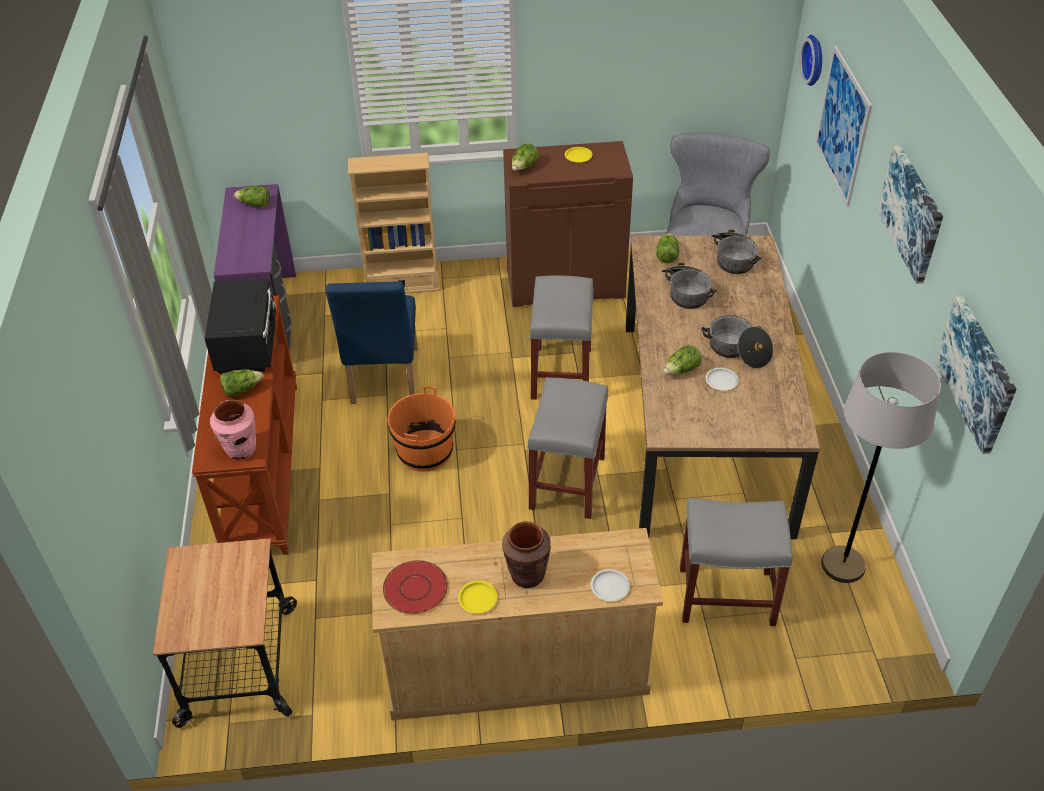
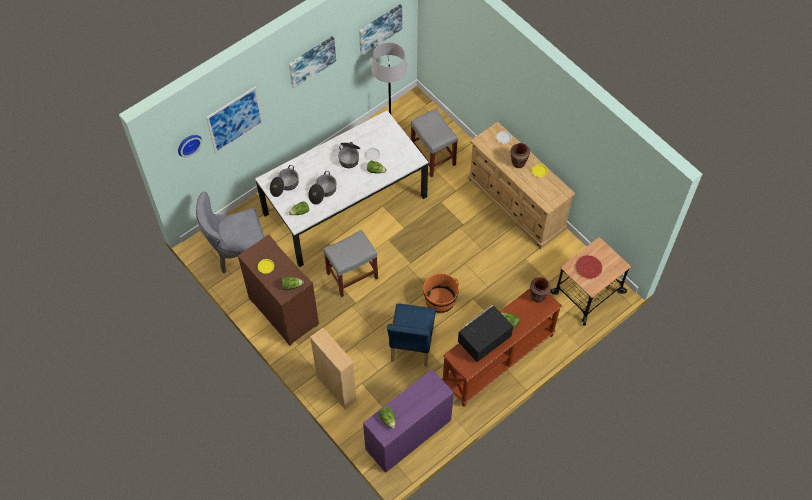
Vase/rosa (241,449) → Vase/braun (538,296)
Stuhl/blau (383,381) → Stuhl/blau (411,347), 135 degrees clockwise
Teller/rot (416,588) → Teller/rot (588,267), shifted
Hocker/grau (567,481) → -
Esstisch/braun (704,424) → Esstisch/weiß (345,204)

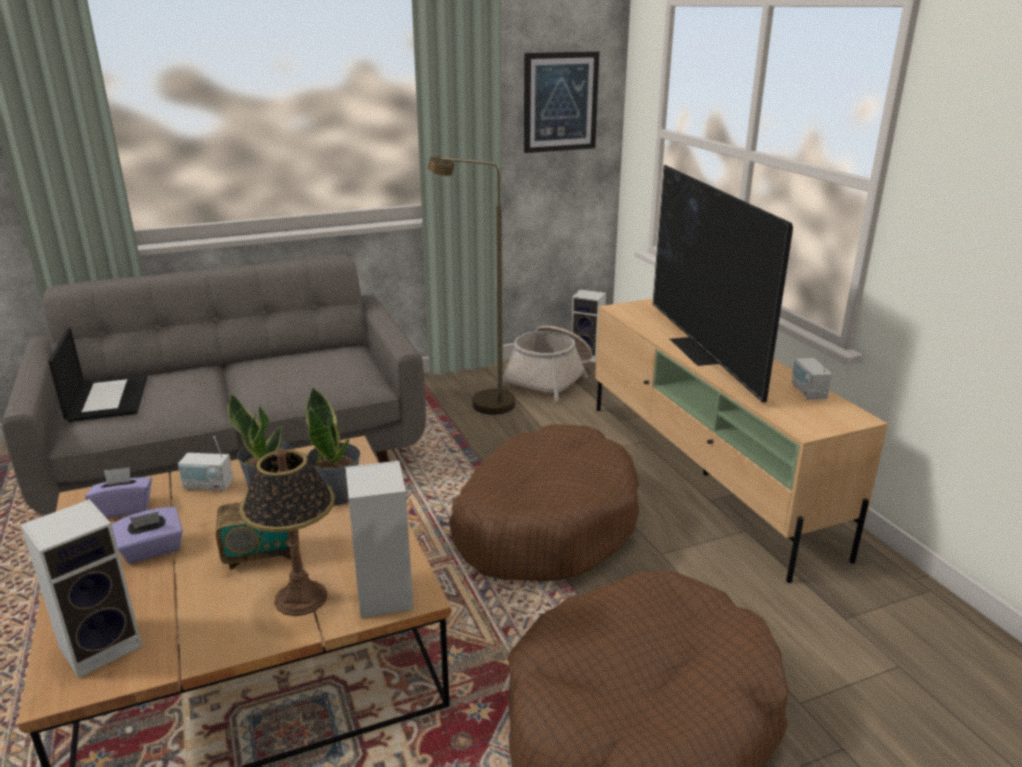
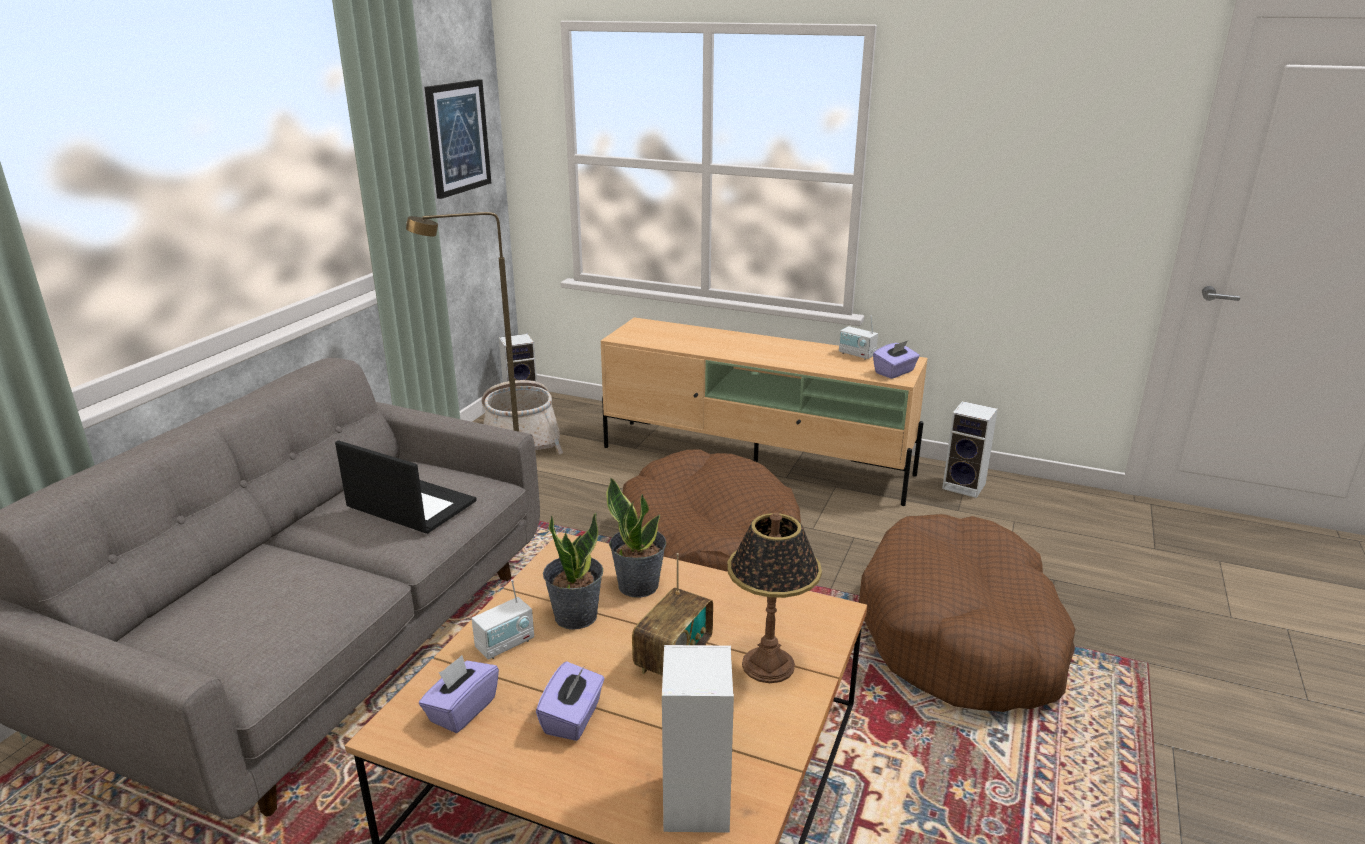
Laptop (107,398) → Laptop (409,505), shifted
Lautsprecher (386,596) → Lautsprecher (965,486), shifted
Fernseher (702,350) → -
- → Taschentuchbox/lila (894,372)

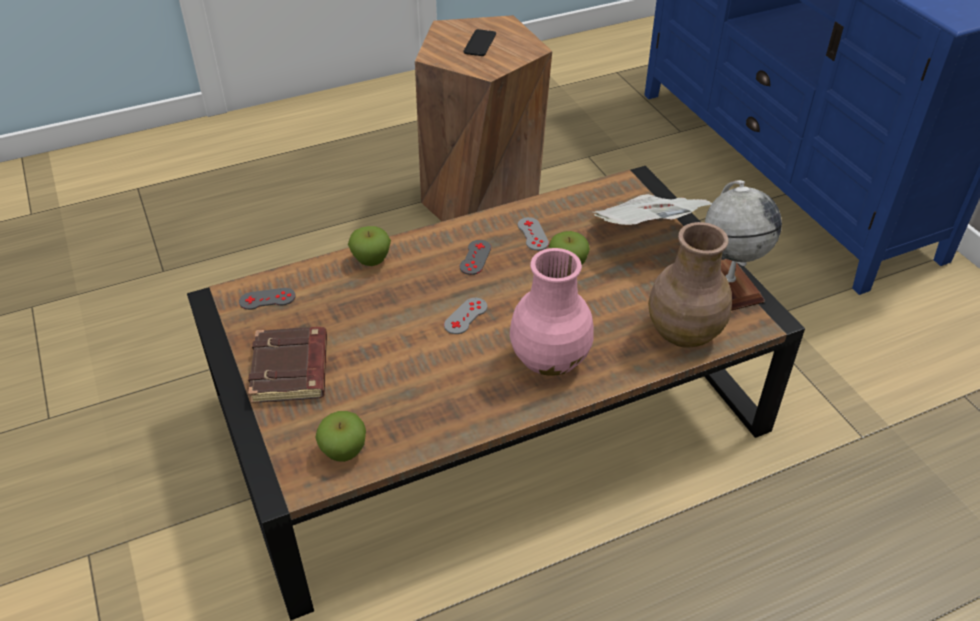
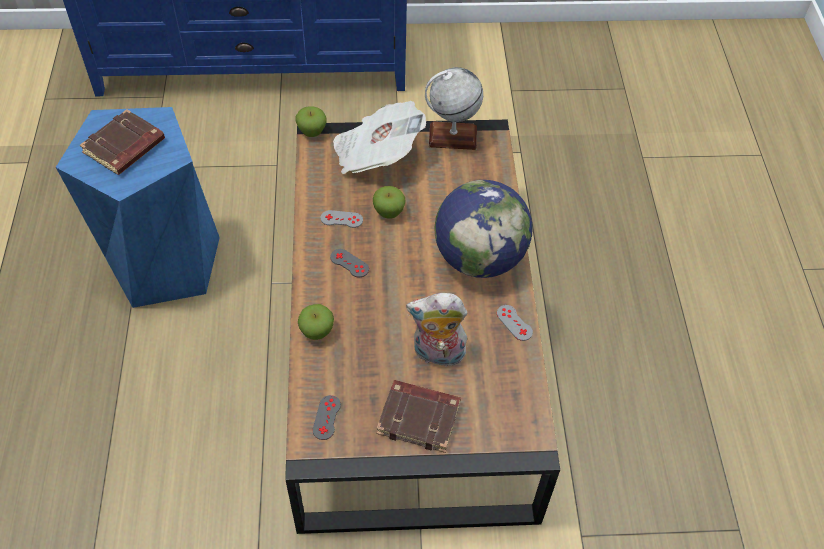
Apfel (344,452) → Apfel (312,132), shifted
Hocker/braun (483,202) → Hocker/blau (164,262)
Gamepad/grau (466,316) → Gamepad/grau (514,323), shifted
Handy (480,43) → Buch/braun (124,148)
Vase/rosa (548,361) → Globus (479,258)
Vase/braun (683,332) → -
- → Plüschtier (437,354)

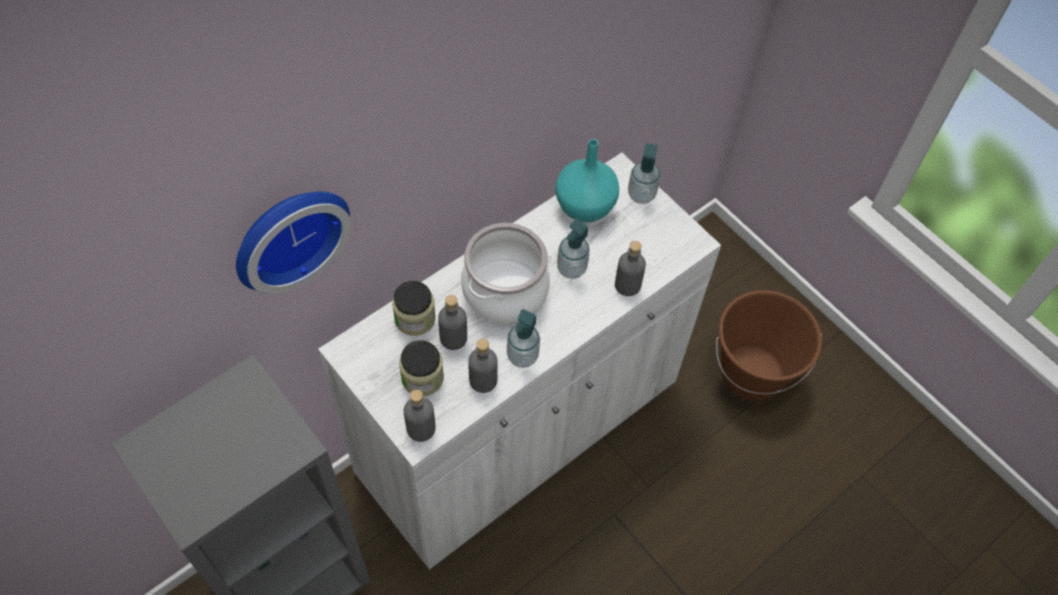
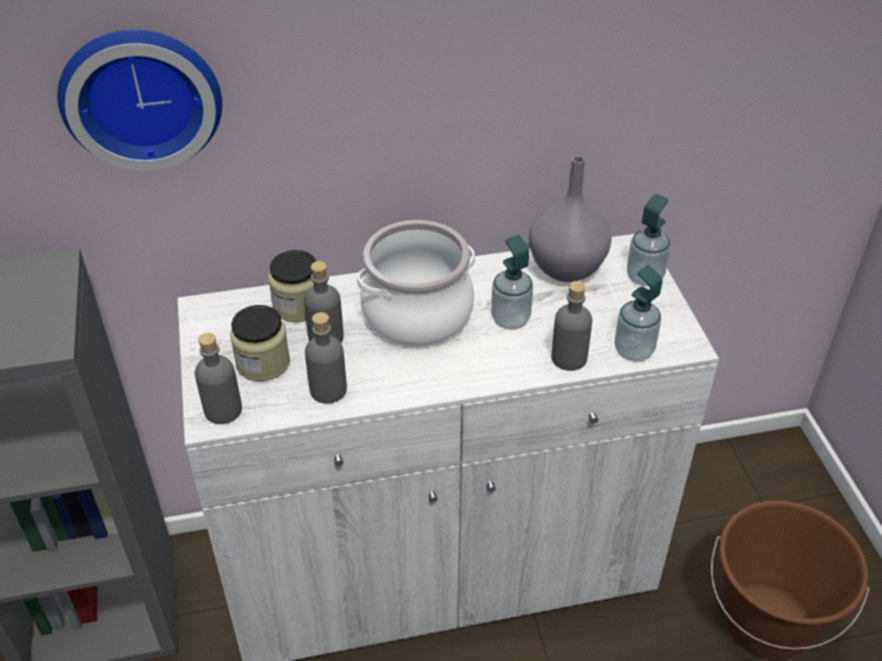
Seifenspender (522,356) → Seifenspender (633,351), shifted
Vase/türkis (584,206) → Vase/grau (566,267)

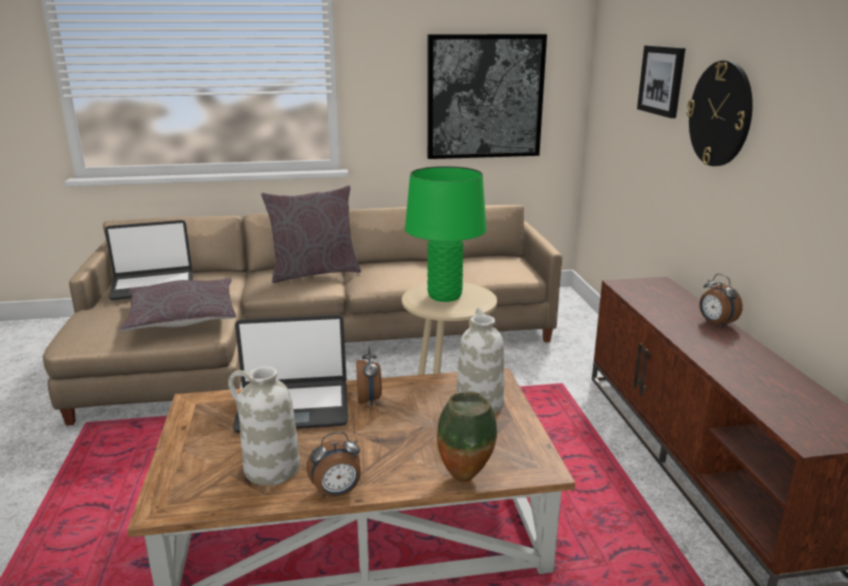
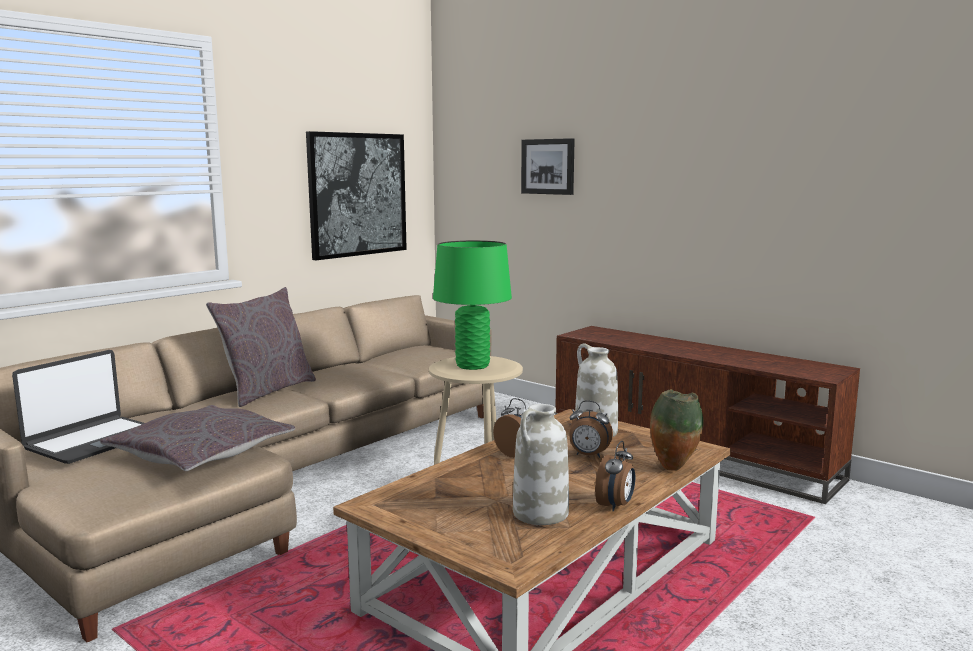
Laptop (293,407) → -
Wanduhr (720,114) → -
Wecker (715,323) → Wecker (588,455), shifted

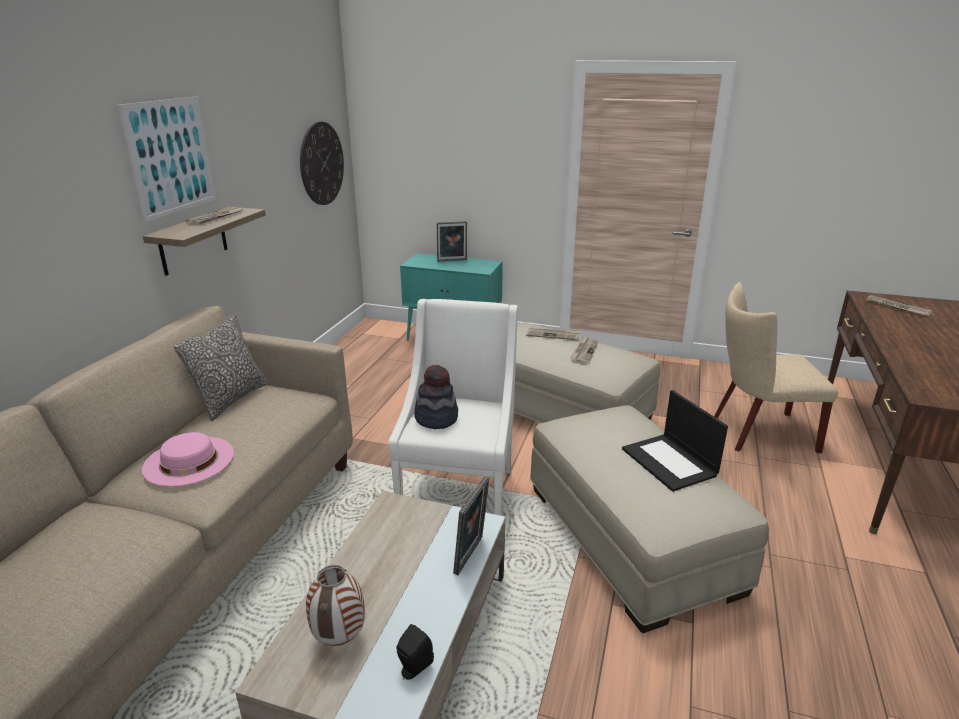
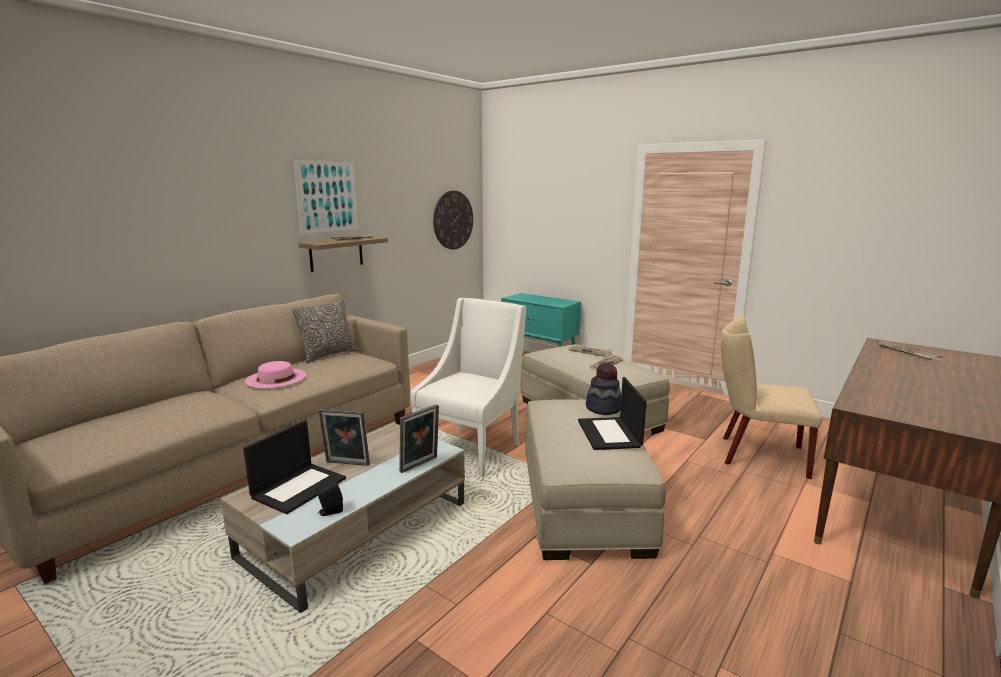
Vase (339,638) → Laptop (299,487)
Hut (436,418) → Hut (603,408), shifted
Bilderrahmen (452,260) → Bilderrahmen (346,464), shifted

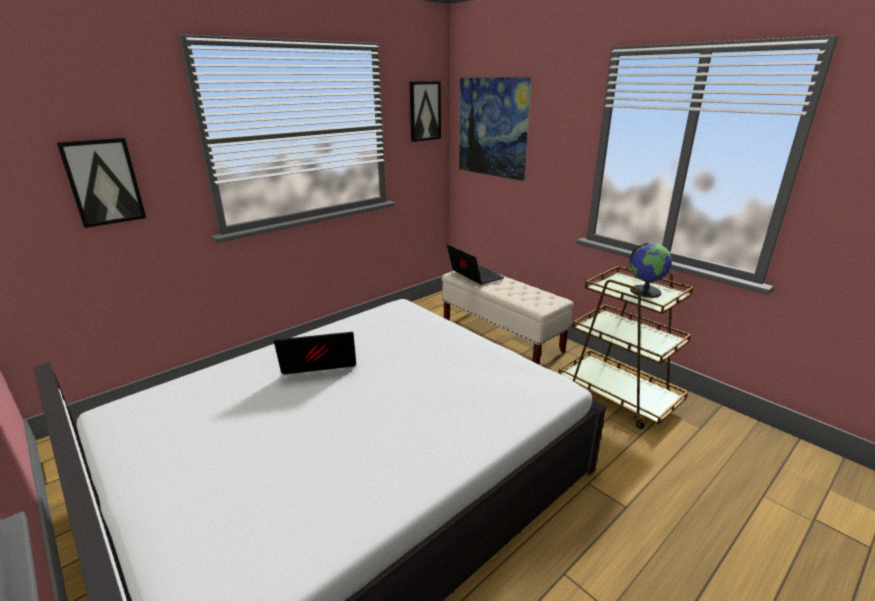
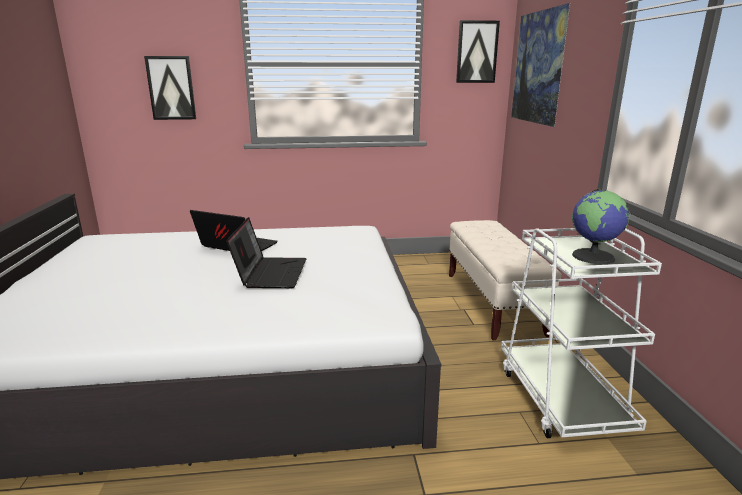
Laptop (474,275) → Laptop (270,273), shifted
Rollwagen/braun (618,396) → Rollwagen/weiß (561,398)

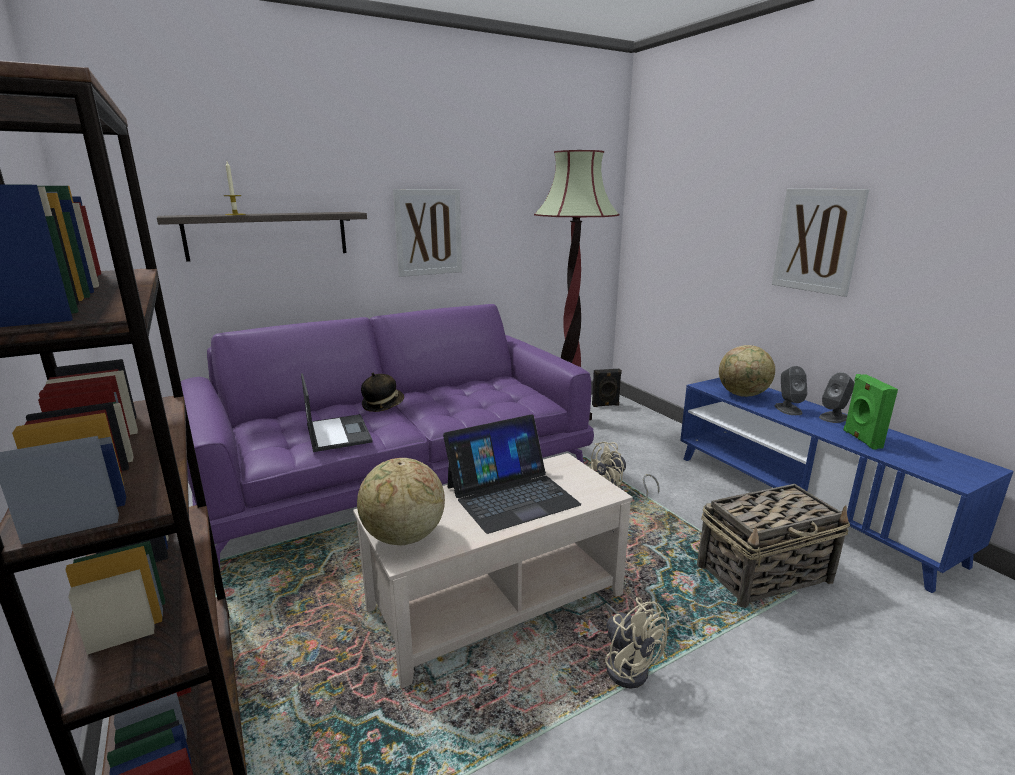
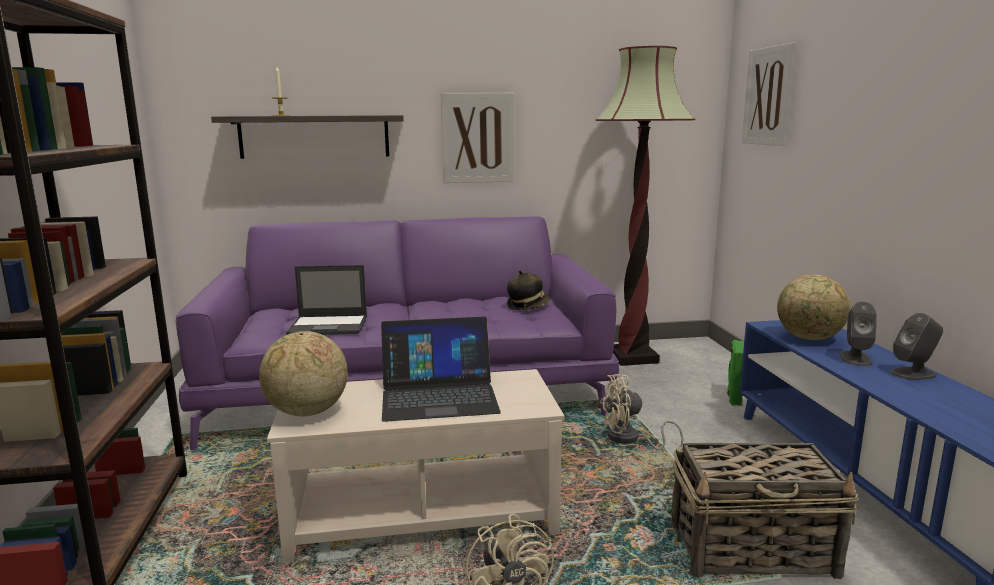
Laptop (338,433) → Laptop (329,326), 90 degrees clockwise
Hut (383,405) → Hut (528,306), shifted
Lautsprecher/schwarz (605,405) → -
Bild (817,241) → Bild (768,96), shifted
Lautsprecher/grün (861,439) → Lautsprecher/grün (733,397), shifted

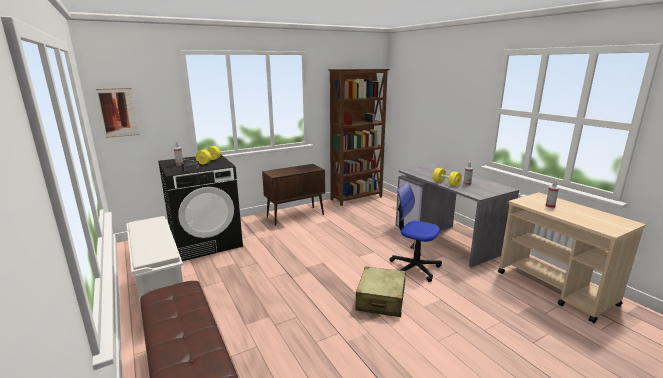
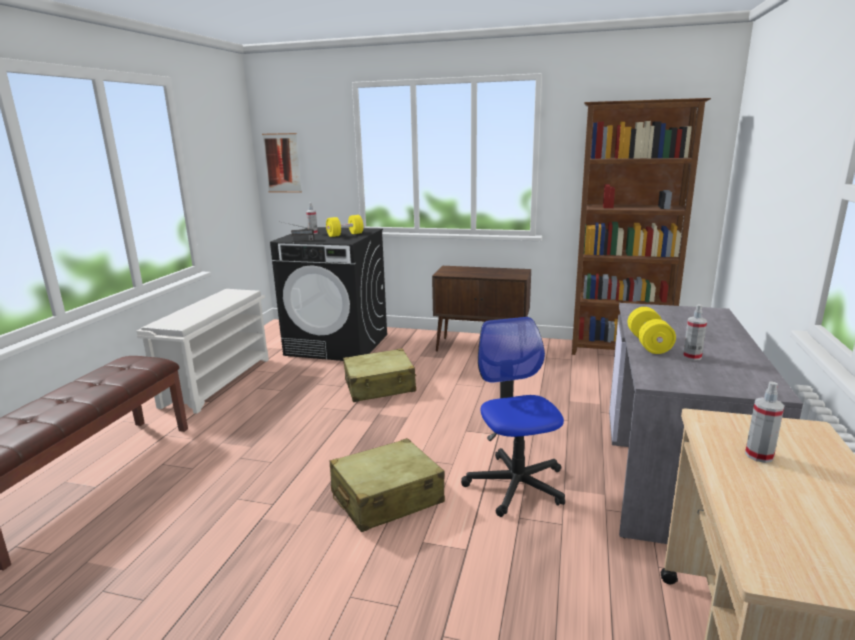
- → Koffer/beige (380,386)

